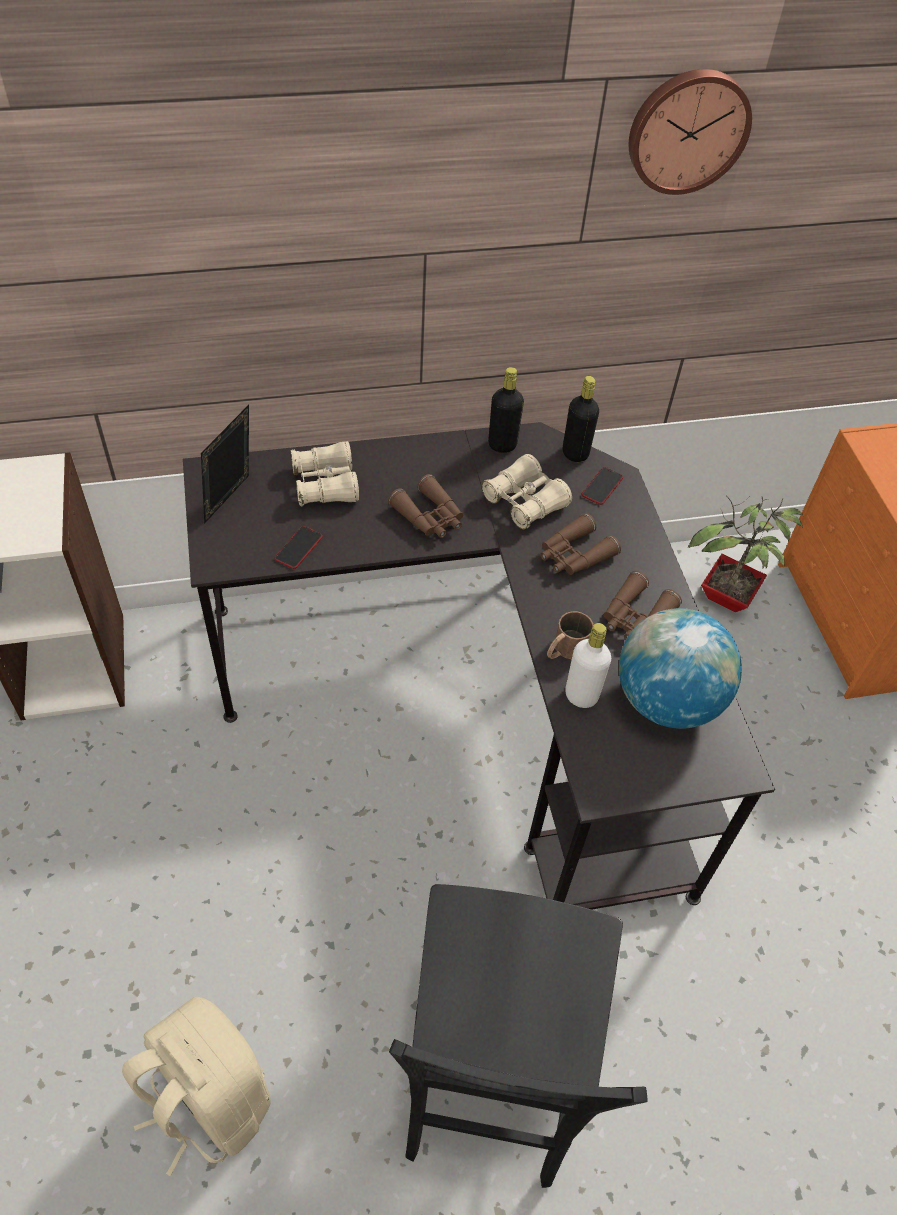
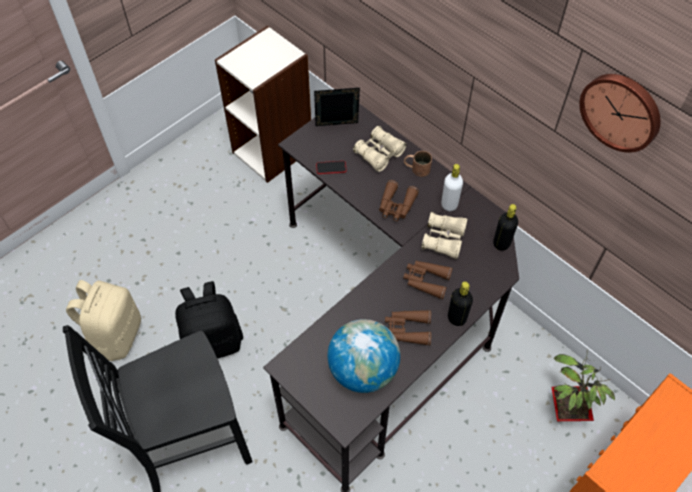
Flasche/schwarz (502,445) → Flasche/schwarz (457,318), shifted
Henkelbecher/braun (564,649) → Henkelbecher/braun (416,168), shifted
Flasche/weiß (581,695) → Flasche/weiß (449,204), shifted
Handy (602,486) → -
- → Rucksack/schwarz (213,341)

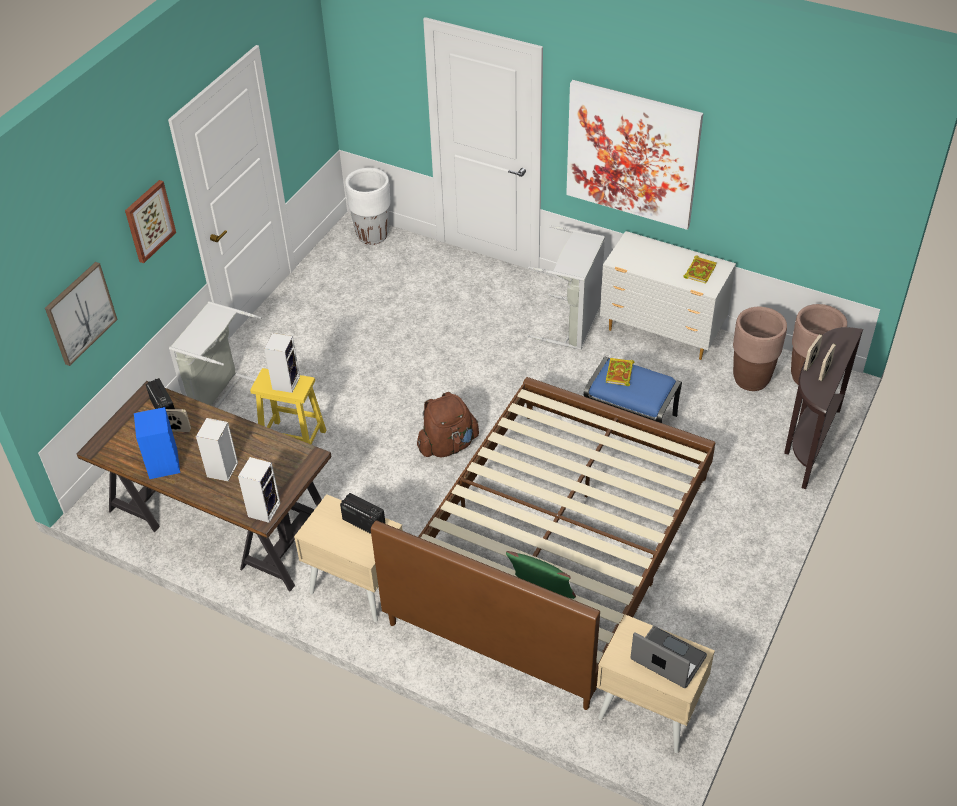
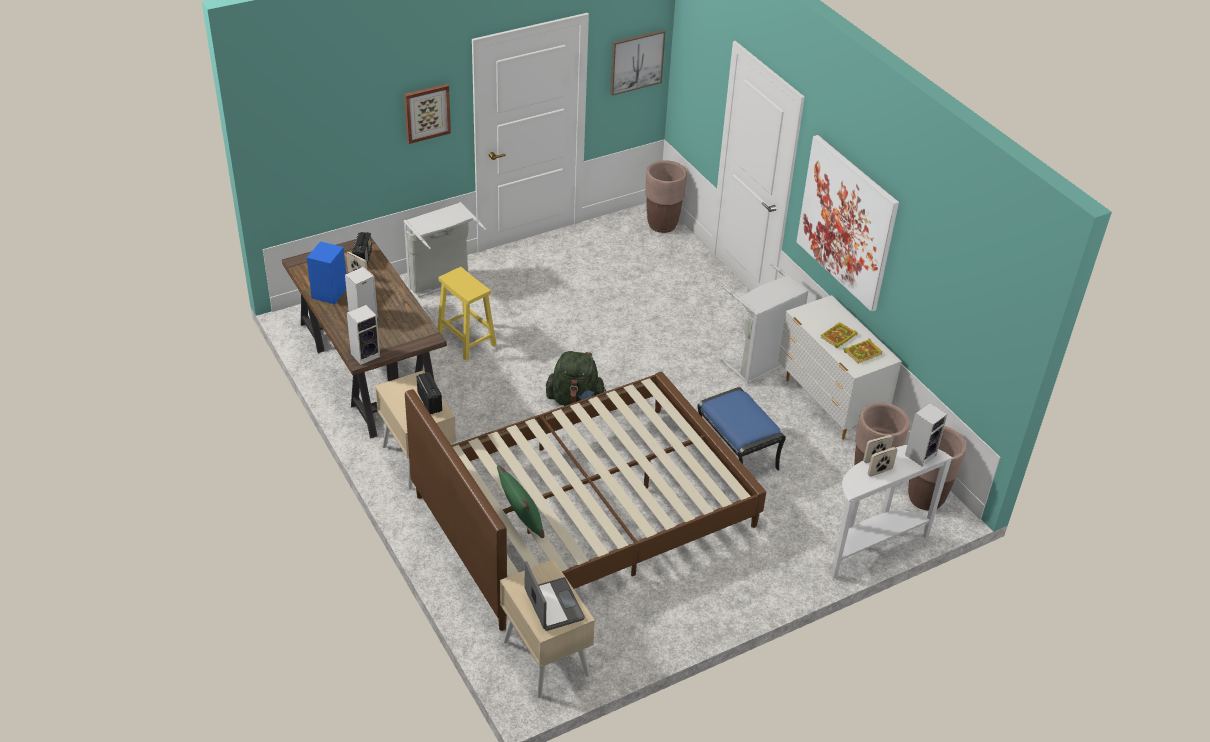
Bild (80,313) → Bild (636,61), shifted
Lautsprecher (286,382) → Lautsprecher (920,454), shifted
Pflanzkübel/weiß (372,235) → Pflanzkübel/braun (662,225)
Rucksack/braun (448,445) → Rucksack/grün (575,400)
Buch (619,374) → Buch (838,337), shifted
Konsolentisch/braun (808,443) → Konsolentisch/weiß (871,546)

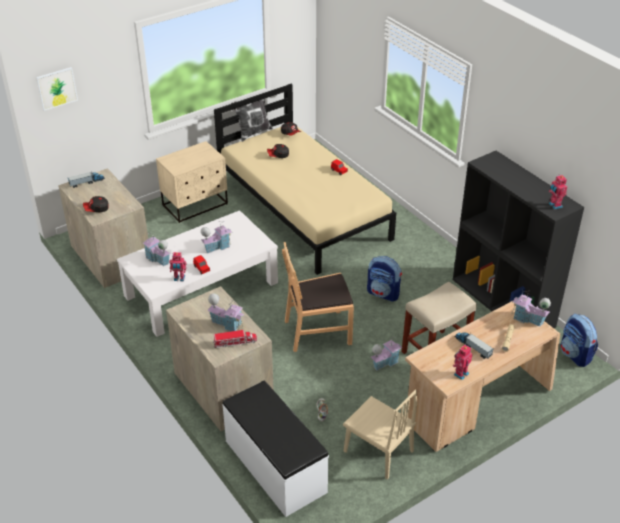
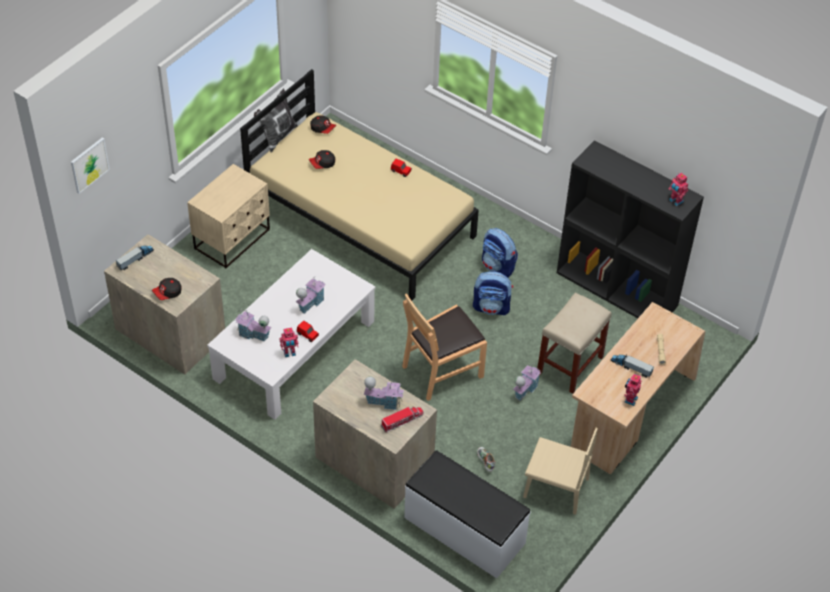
Spielzeughaus (528,319) → -
Rucksack (575,355) → Rucksack (498,266), shifted

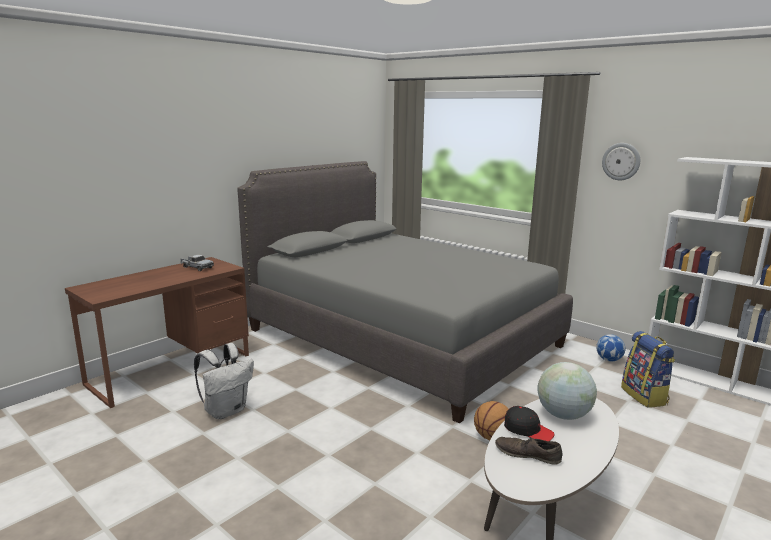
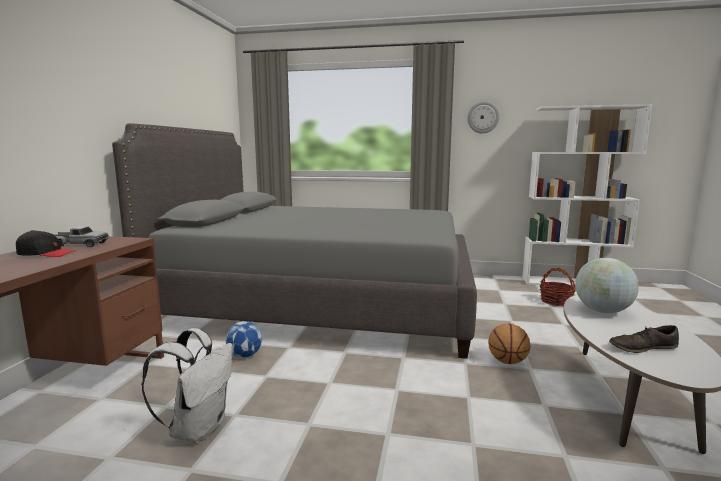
Kappe/schwarz (528,430) → Kappe/schwarz (46,253), shifted
Fußball (608,360) → Fußball (245,355), shifted
Rucksack (644,396) → Korb (556,301)

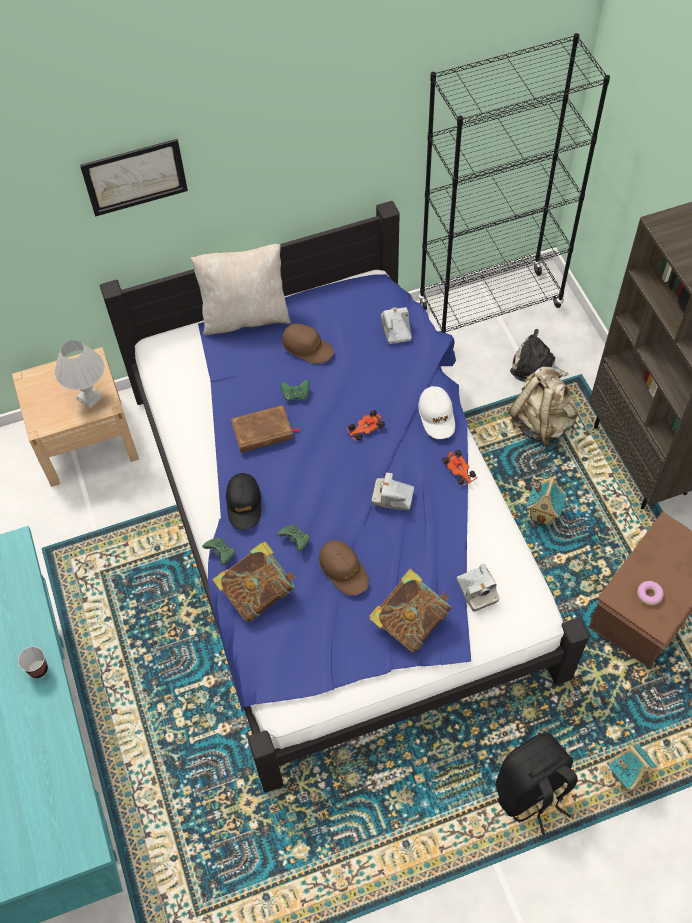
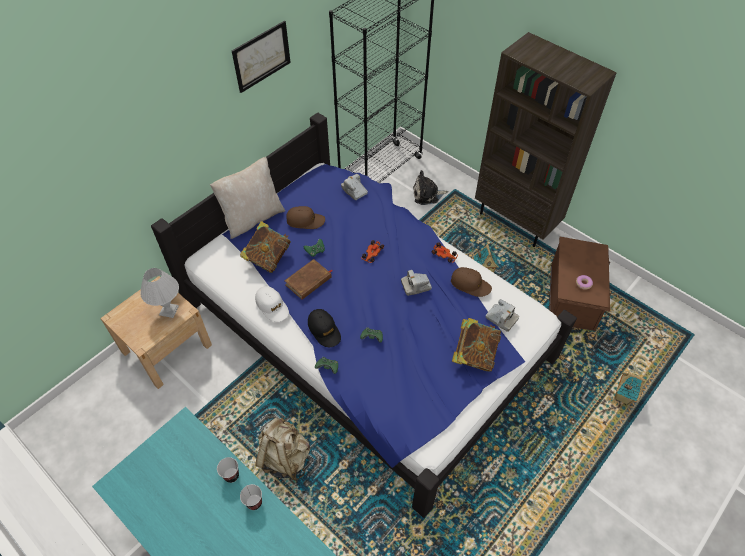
Bild (135,177) → Bild (261,56), shifted
Buch (257,592) → Buch (267,258), shifted
Kappe/braun (344,570) → Kappe/braun (470,284), shifted
Kappe/weiß (437,416) → Kappe/weiß (272,306), shifted
Rucksack/schwarz (531,793) → -
Rucksack/beige (541,422) → Rucksack/beige (285,458), shifted
- → Tasse (231,475)

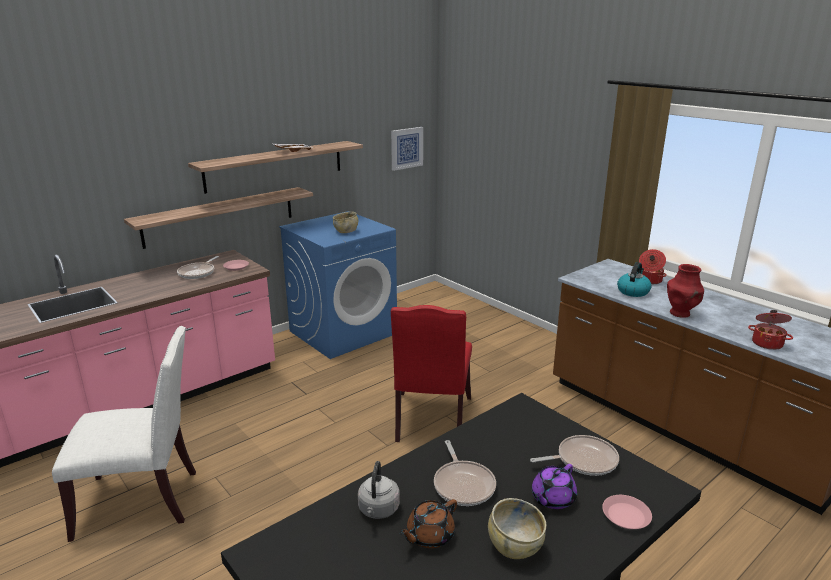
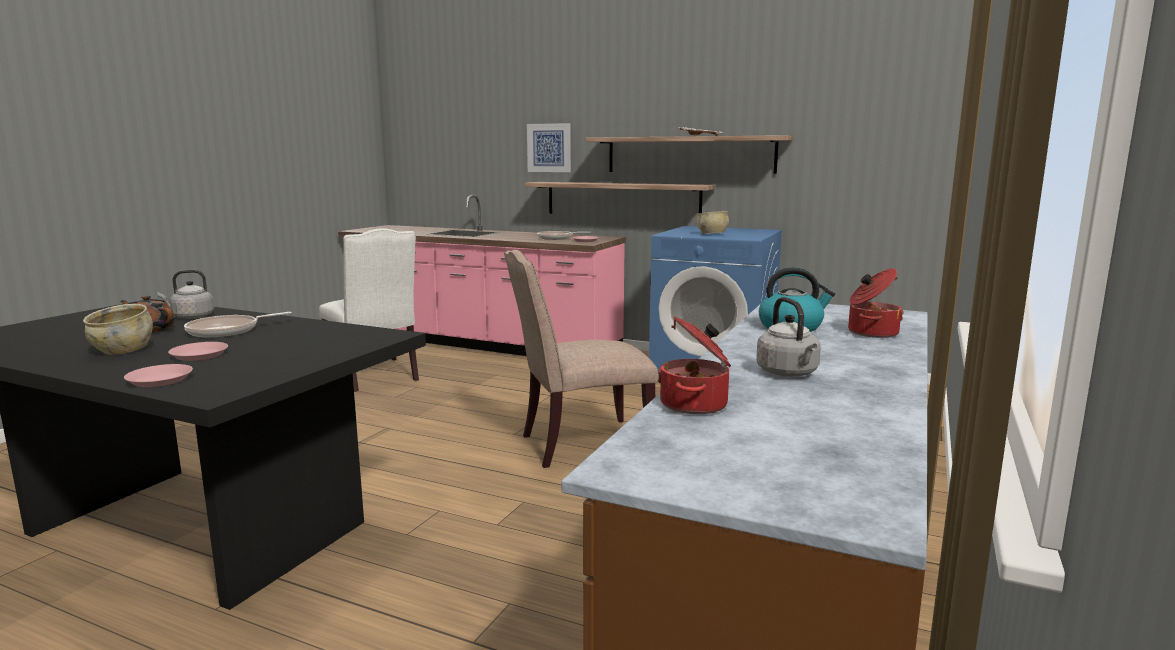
Bild (406,148) → Bild (549,148), shifted
Stuhl/rot (431,421) → Stuhl/beige (580,445)
Pfanne (583,460) → -
Teekanne/lila (552,498) → Teller/rosa (199,355)
Vase/rot (680,313) → -
- → Wasserkessel/grau (789,373)

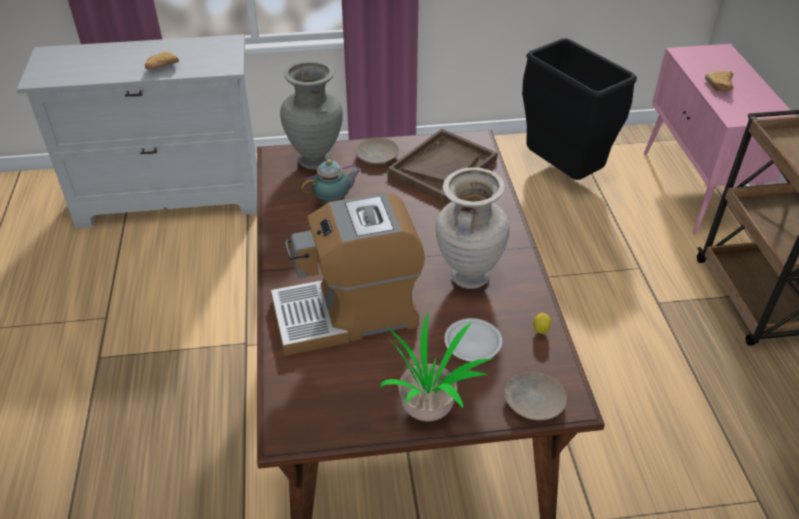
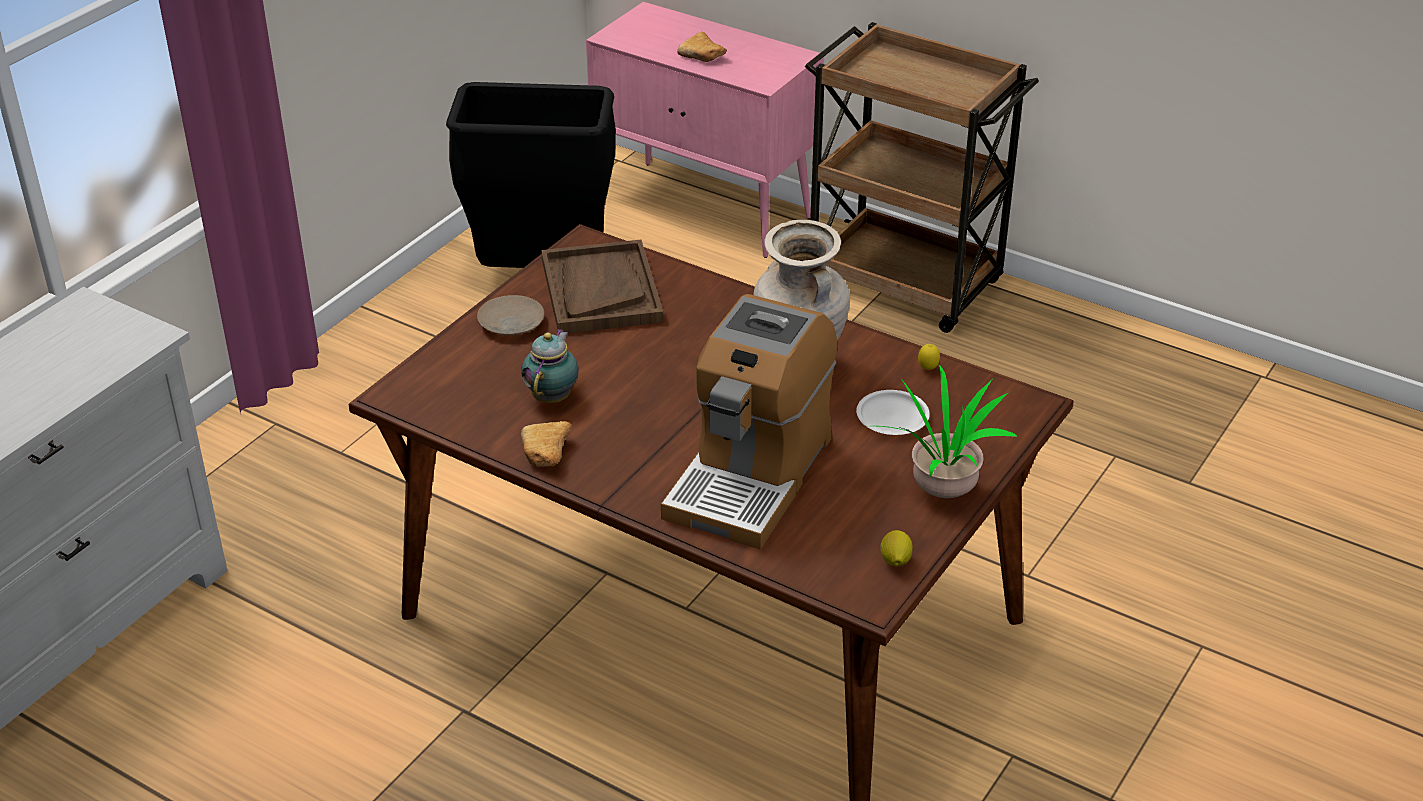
Brot (160,68) → Brot (546,456), shifted
Vase/grau (315,160) → -
Teller/beige (533,401) → -
- → Zitrone (895,561)

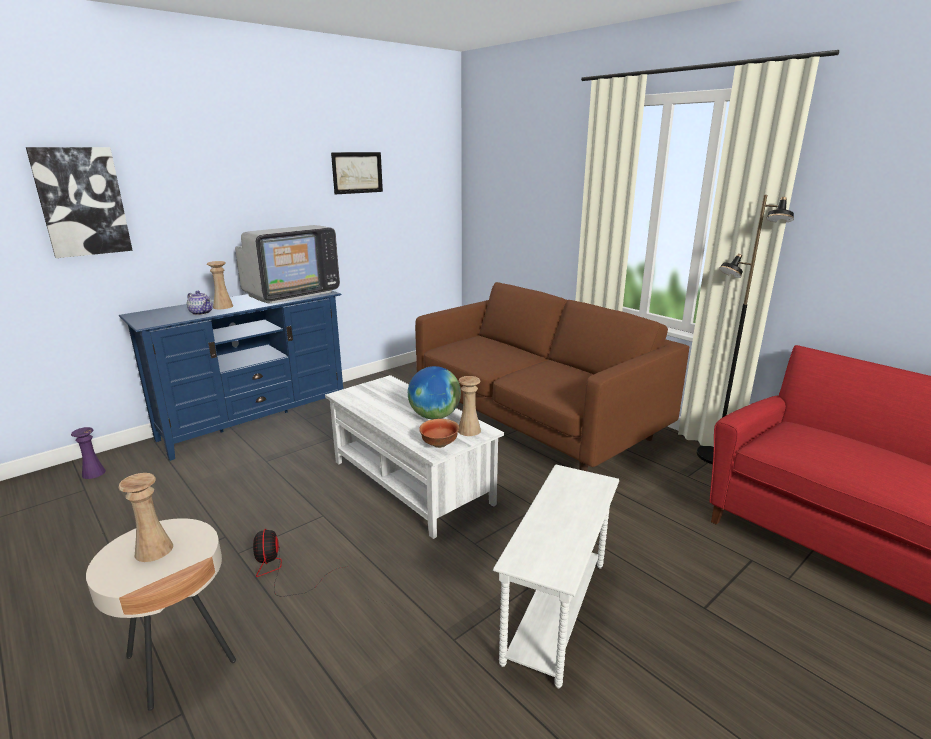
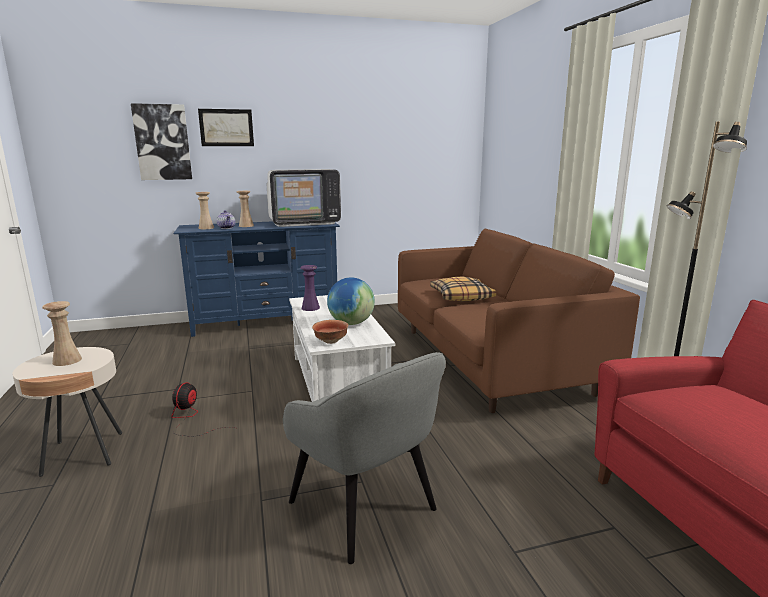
Vase/lila (93,473) → Vase/lila (310,308), shifted
Bild (357,172) → Bild (226,127), shifted
Vase/beige (469,430) → Vase/beige (206,228), shifted
Beistelltisch/weiß (557,611) → Sessel/grau (364,508)
- → Kissen (461,296)

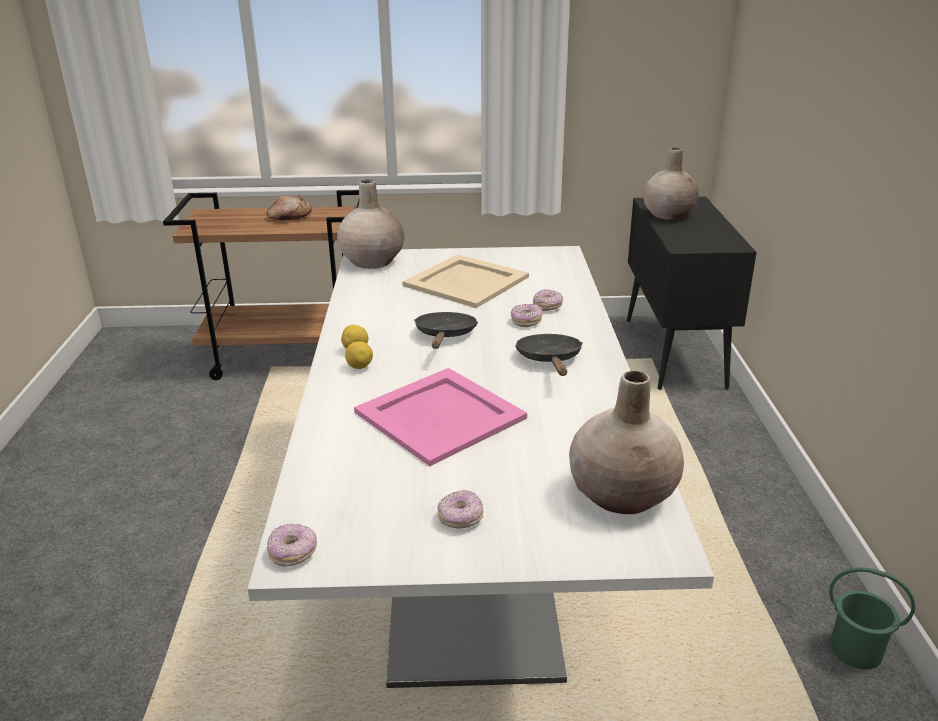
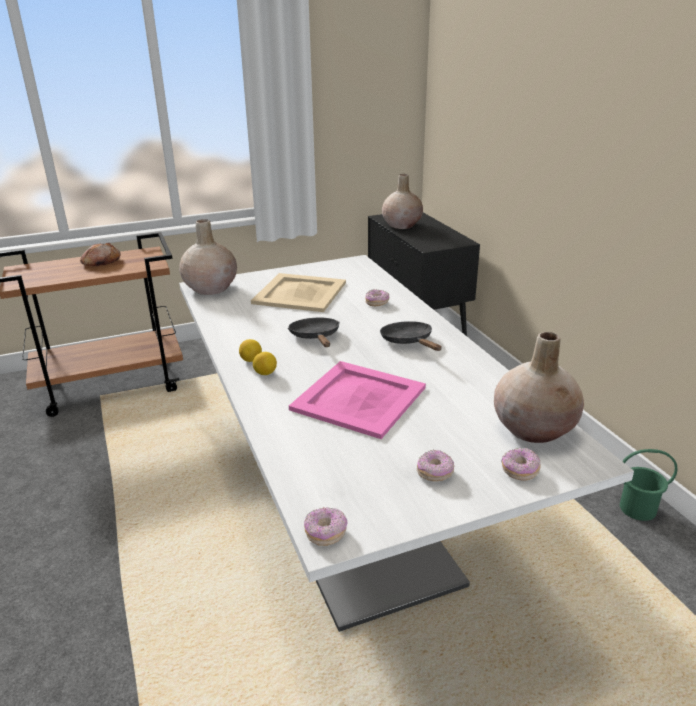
Donut (526,322) → Donut (519,471), shifted

